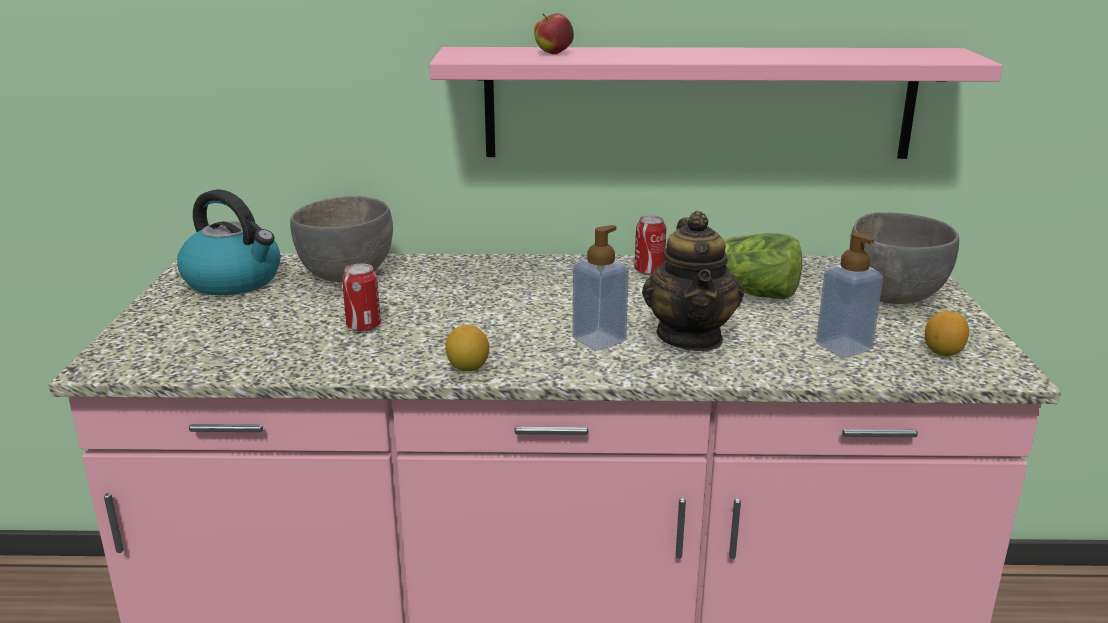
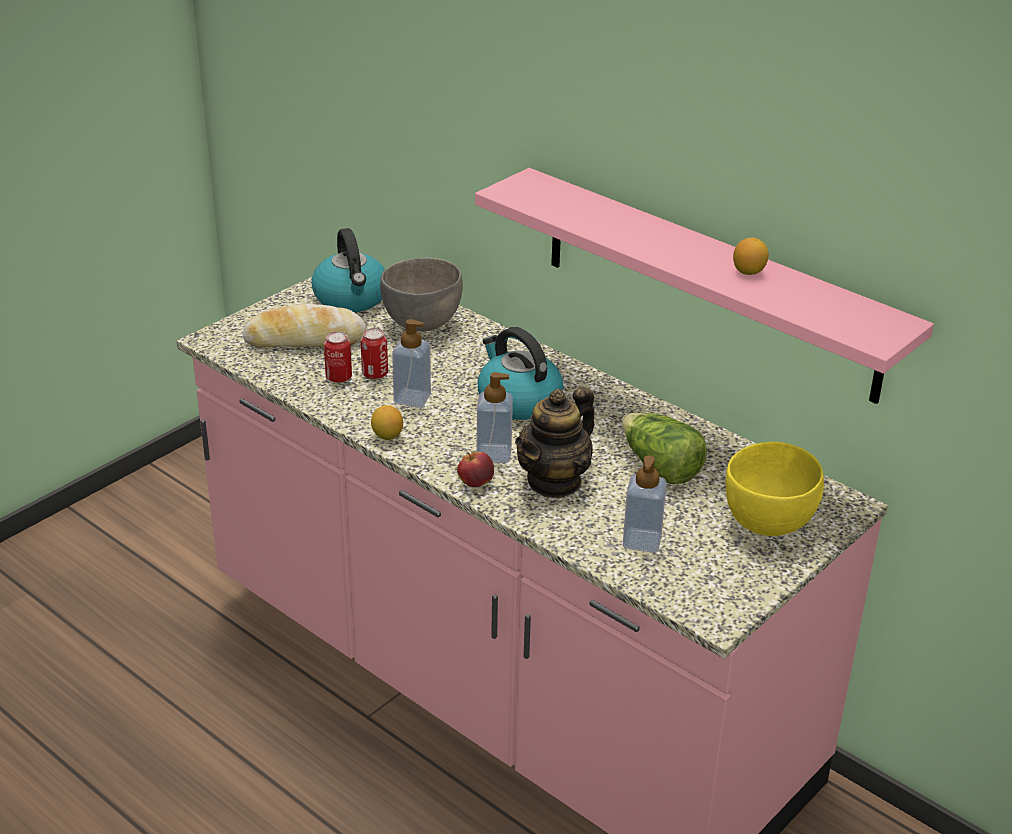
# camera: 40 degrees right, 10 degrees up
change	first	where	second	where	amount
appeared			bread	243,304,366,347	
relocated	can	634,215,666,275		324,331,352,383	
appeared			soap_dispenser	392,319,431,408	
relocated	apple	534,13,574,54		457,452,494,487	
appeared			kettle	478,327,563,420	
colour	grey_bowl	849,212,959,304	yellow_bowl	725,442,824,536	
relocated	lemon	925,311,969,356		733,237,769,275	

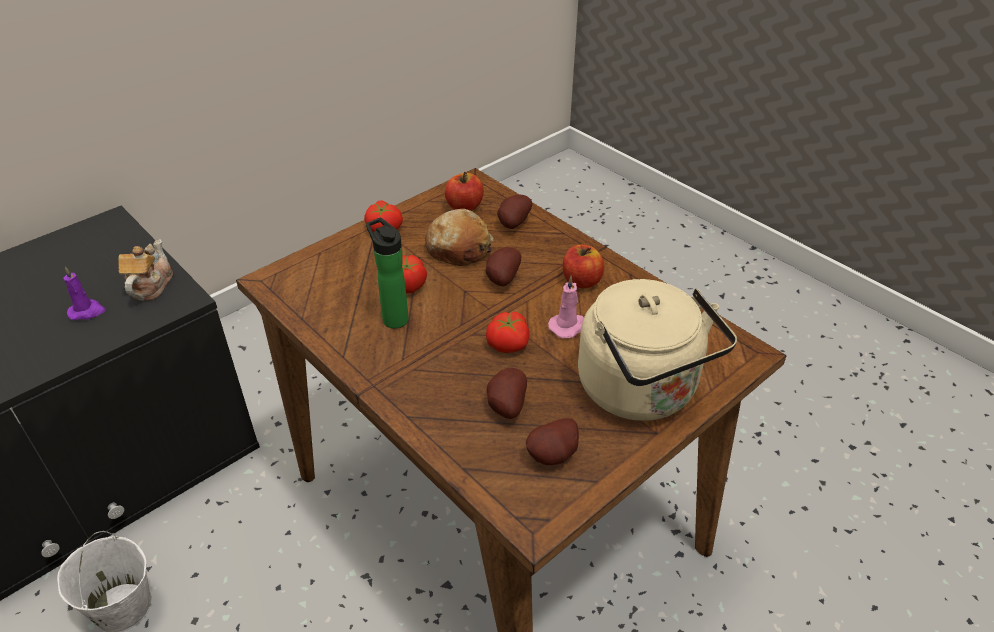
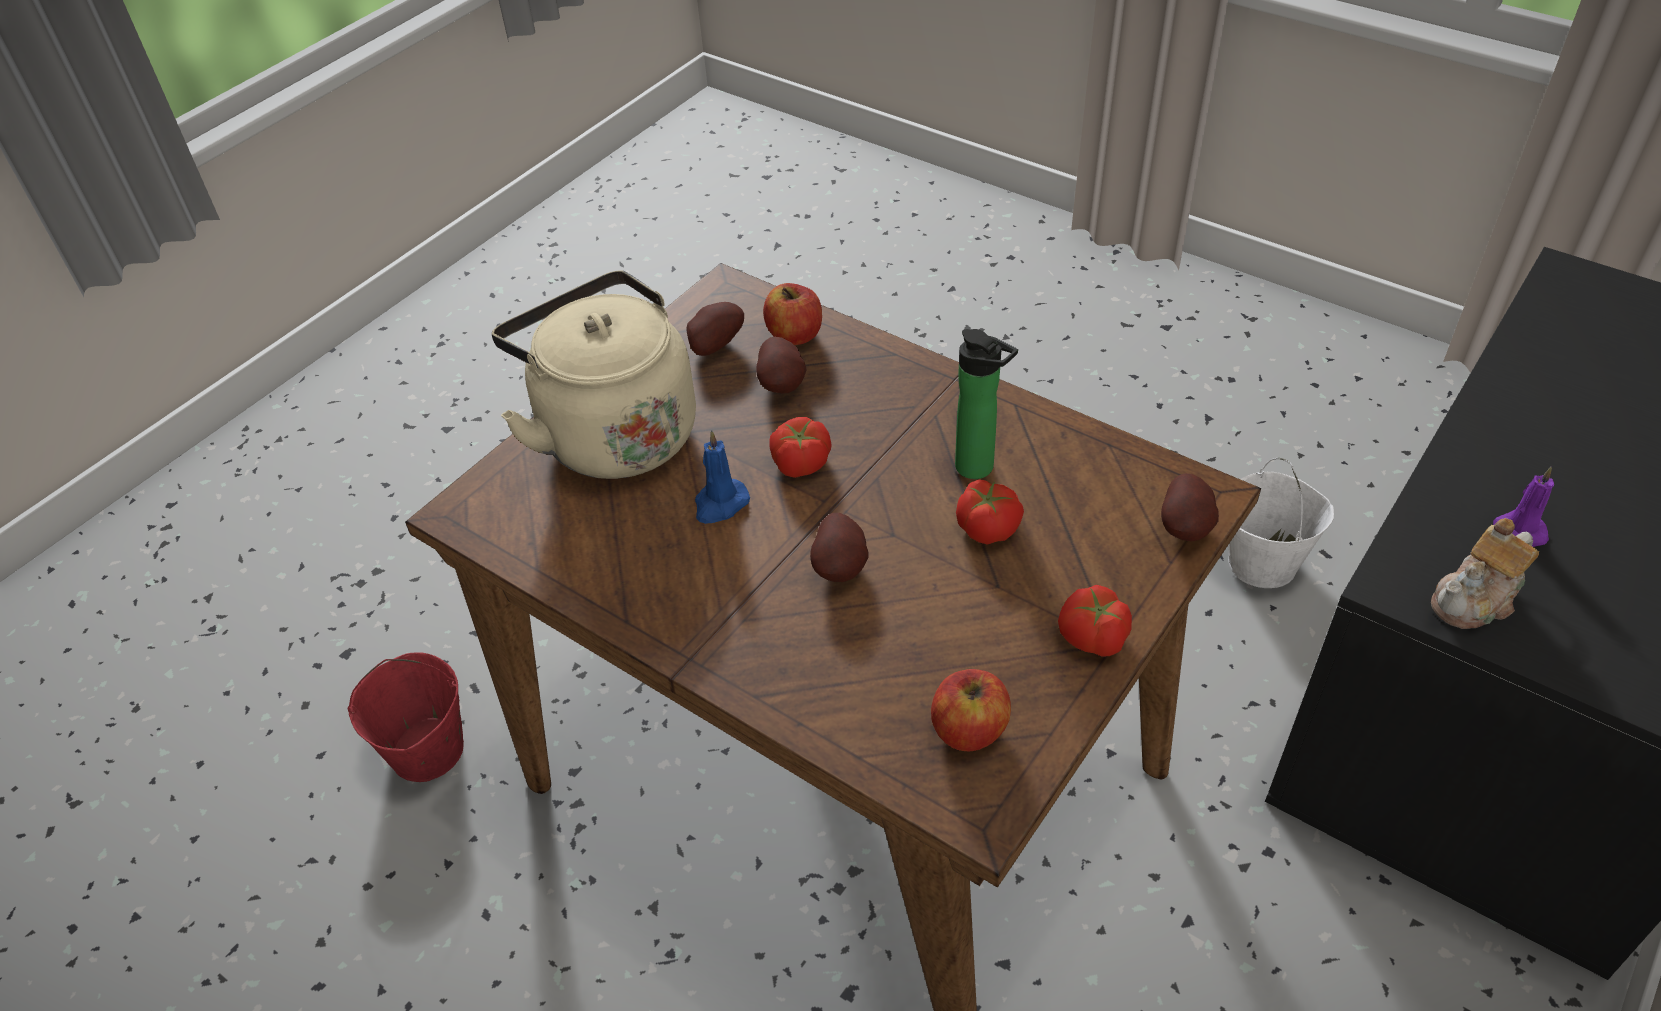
# camera: 170 degrees right, 5 degrees up
change	first	where	second	where	amount
appeared			red_bucket	347,652,464,782	
colour	pink_candle	548,276,584,338	blue_candle	695,430,750,524	
relocated	apple	563,245,604,288		763,283,822,345	
relocated	potato	497,194,532,229		1161,473,1219,542	
spun	teapot	118,239,173,301		1431,518,1539,629	60 degrees clockwise
missing	bread	425,209,494,266			

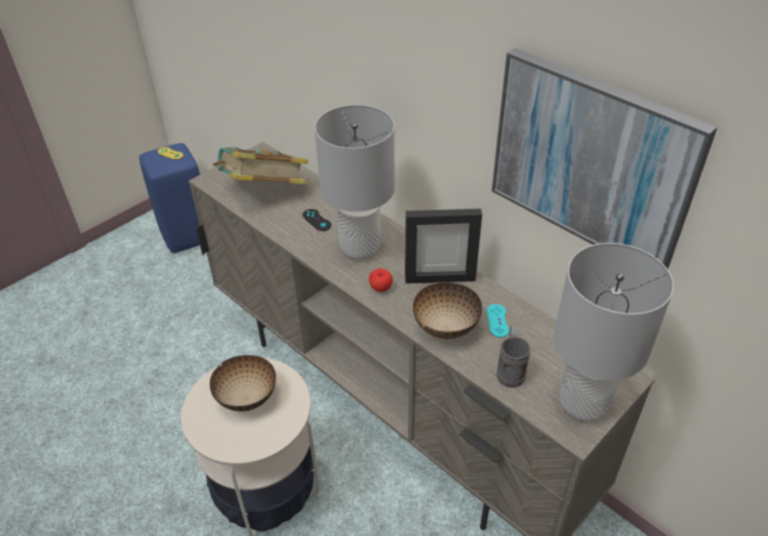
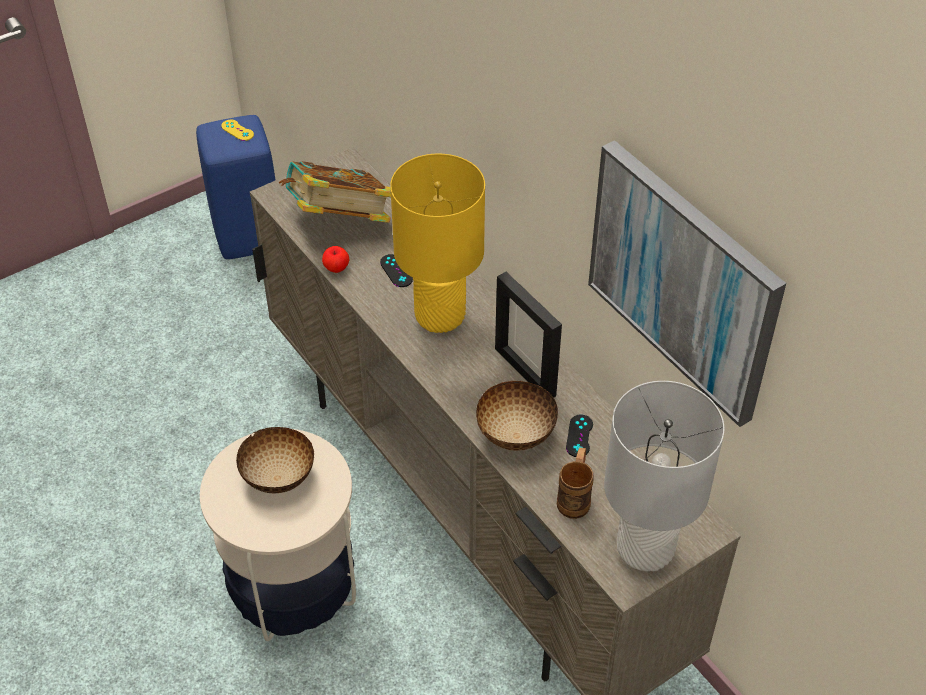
# camera: 10 degrees right, 5 degrees up
change	first	where	second	where	amount
relocated	apple	369,268,393,292		322,246,349,273	
colour	grey_table_lamp	315,105,395,260	yellow_table_lamp	390,154,485,333	
spun	picture_frame	405,209,482,283		495,272,562,398	45 degrees clockwise
colour	grey_mug	496,325,531,388	brown_mug	557,447,594,519	
colour	turquoise_game_controller	487,304,509,338	black_game_controller	566,415,593,457	

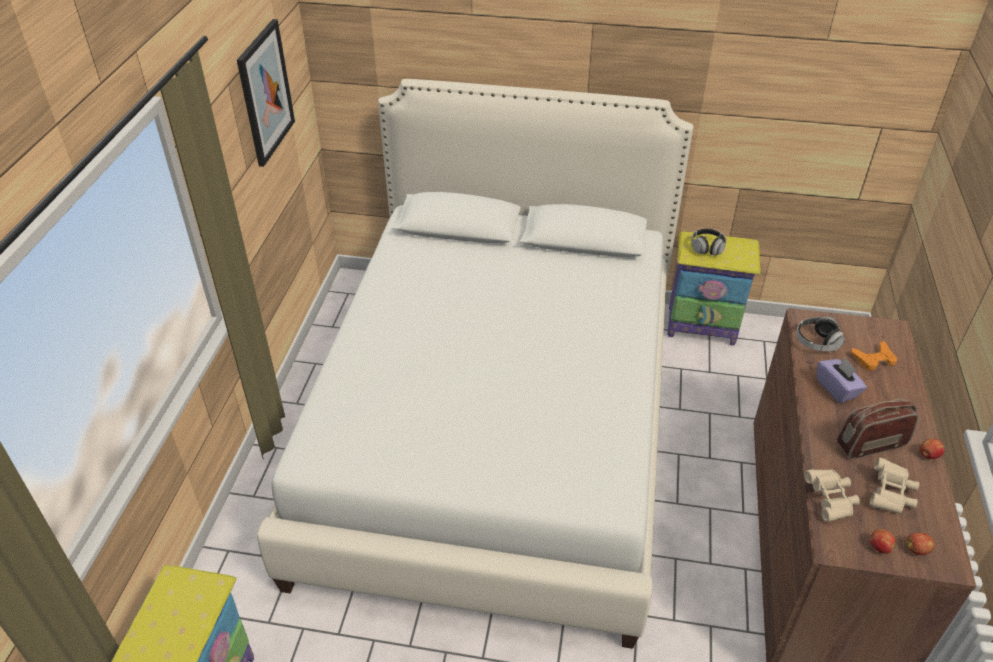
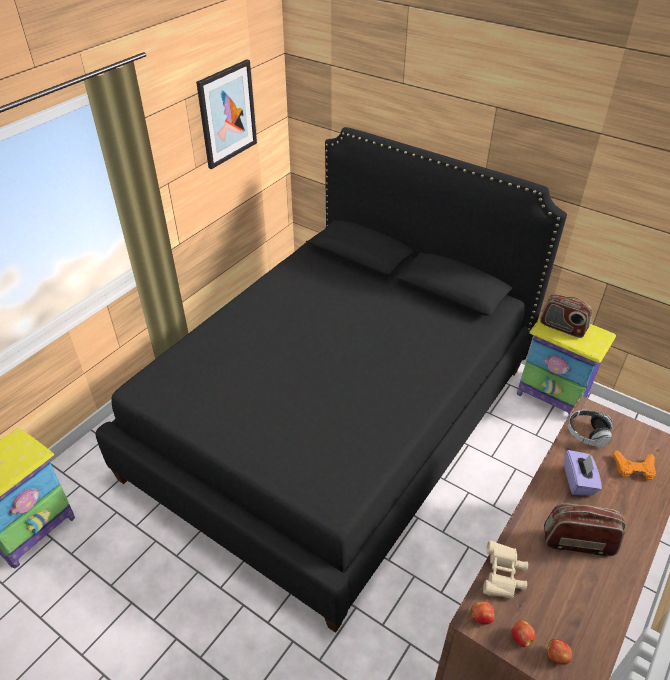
# camera: 25 degrees right, 0 degrees up
change	first	where	second	where	amount
colour	white_bed	257,79,694,649	black_bed	95,127,567,633	
relocated	apple	920,438,944,459		471,601,494,625	
exchanged	headphones	691,228,726,255	radio	540,294,592,338	
missing	beige_binoculars	870,458,919,514			

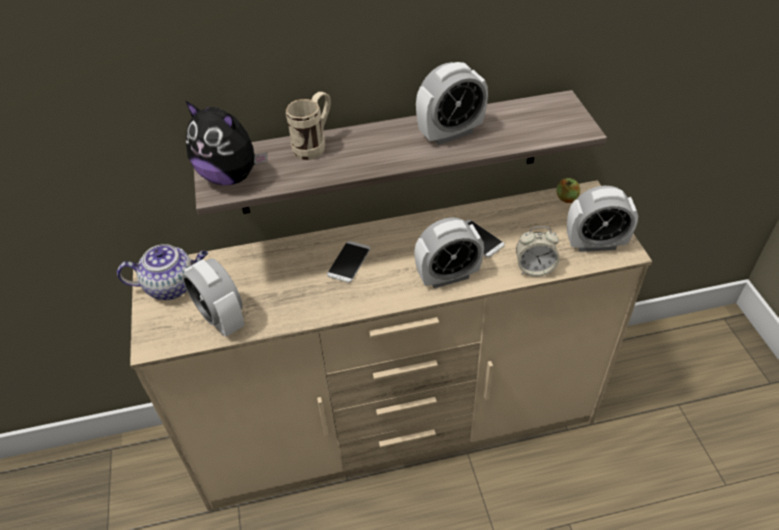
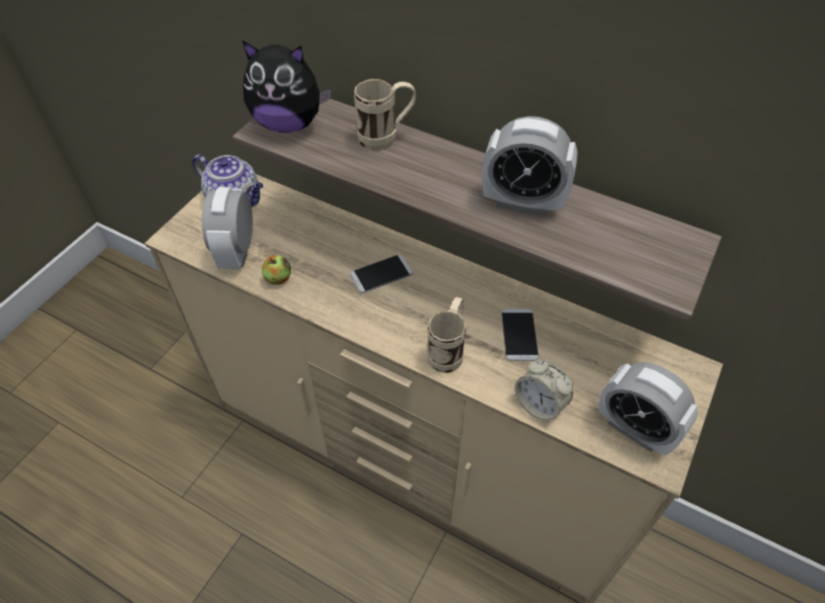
# camera: 40 degrees right, 5 degrees up
change	first	where	second	where	amount
spun	plush_toy	185,100,268,185		242,40,331,133	60 degrees counterclockwise
relocated	apple	557,178,580,203		262,255,291,285	
exchanged	alarm_clock	414,217,484,288	beige_mug	427,297,466,373	

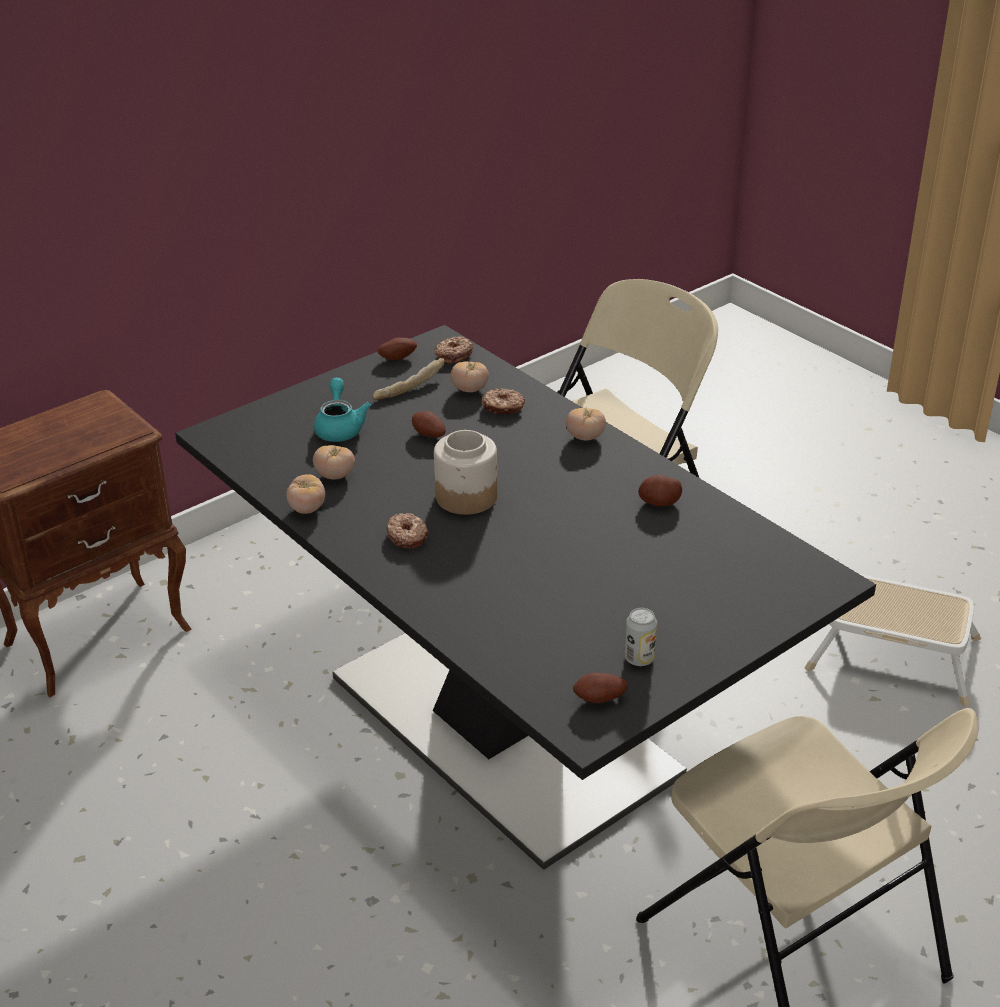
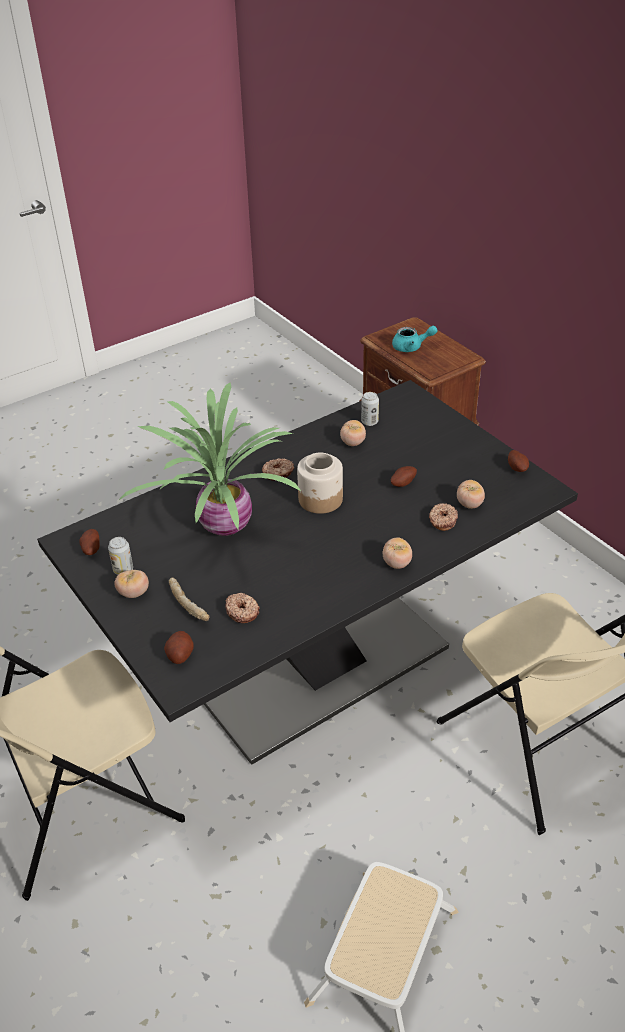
# camera: 95 degrees right, 5 degrees up
change	first	where	second	where	amount
relocated	tomato	286,474,325,514		114,570,149,598	
appeared			potted_plant	119,382,301,536	
relocated	potato	638,475,682,506		164,631,194,664	
relocated	bread	373,358,445,400		169,578,210,621	
relocated	donut	434,336,473,363		225,593,260,623	
appeared			can	361,392,379,426	
relocated	turquoise_teapot	314,378,371,442		392,326,438,352	

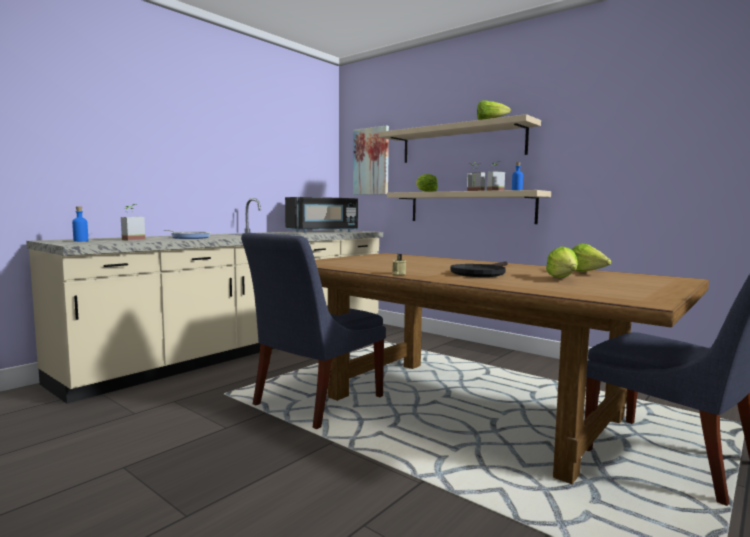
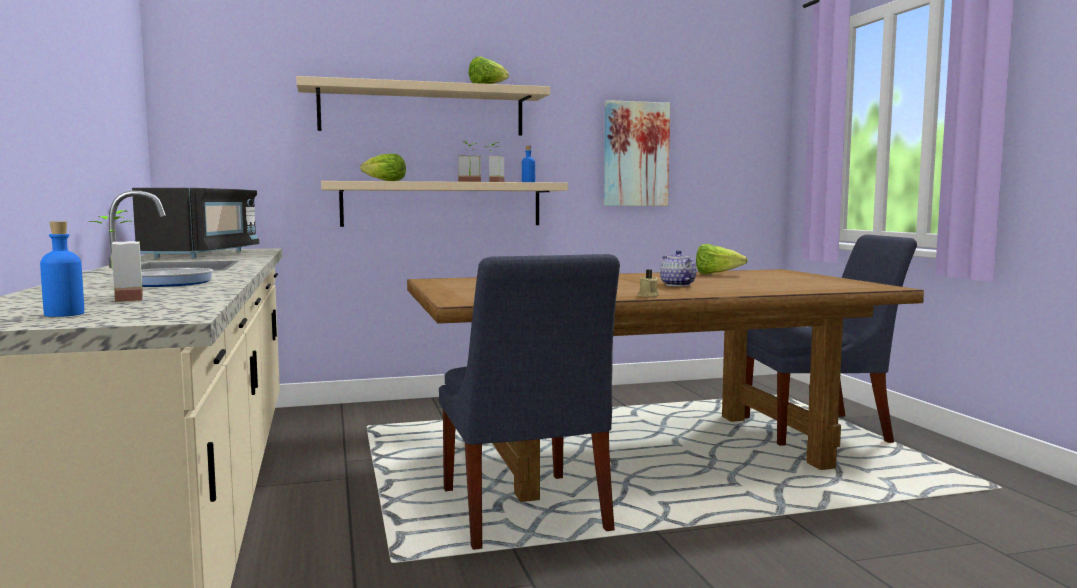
# camera: 55 degrees left, 0 degrees up
change	first	where	second	where	amount
relocated	picture	353,125,389,195		604,100,670,206	
exchanged	black_frying_pan	450,261,508,277	teapot	660,250,697,286	
missing	lettuce	546,246,578,278			

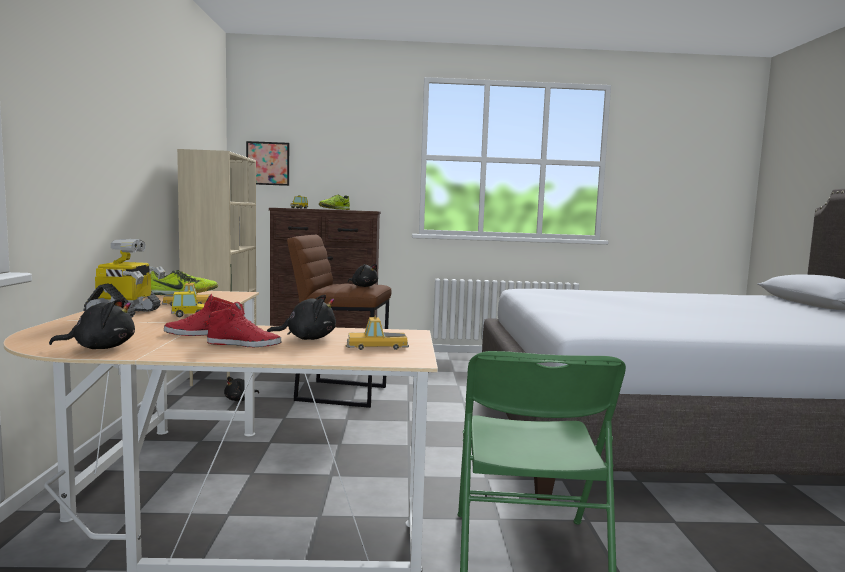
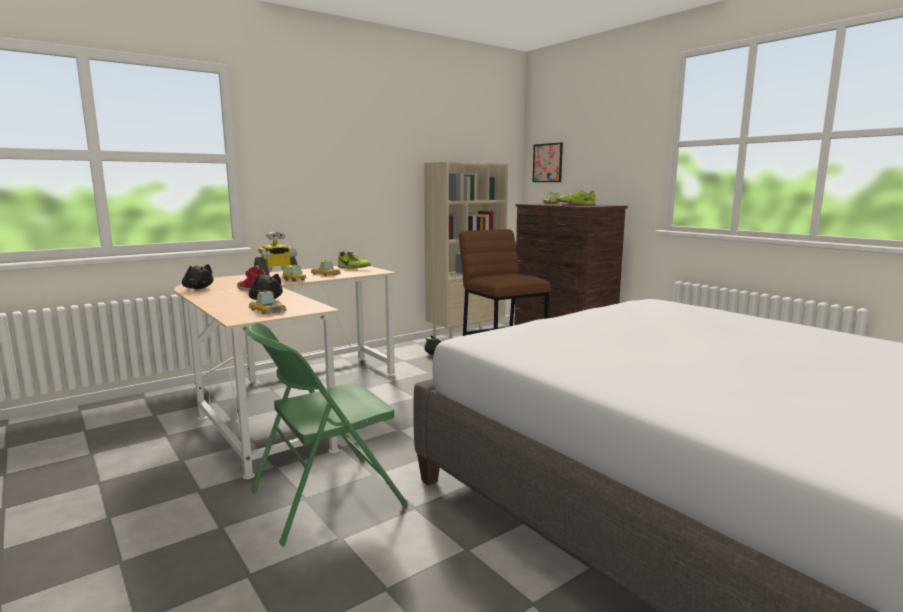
# camera: 55 degrees right, 5 degrees up
change	first	where	second	where	amount
missing	red_shoe	207,302,281,347			
missing	black_plush_toy	348,264,378,287			

